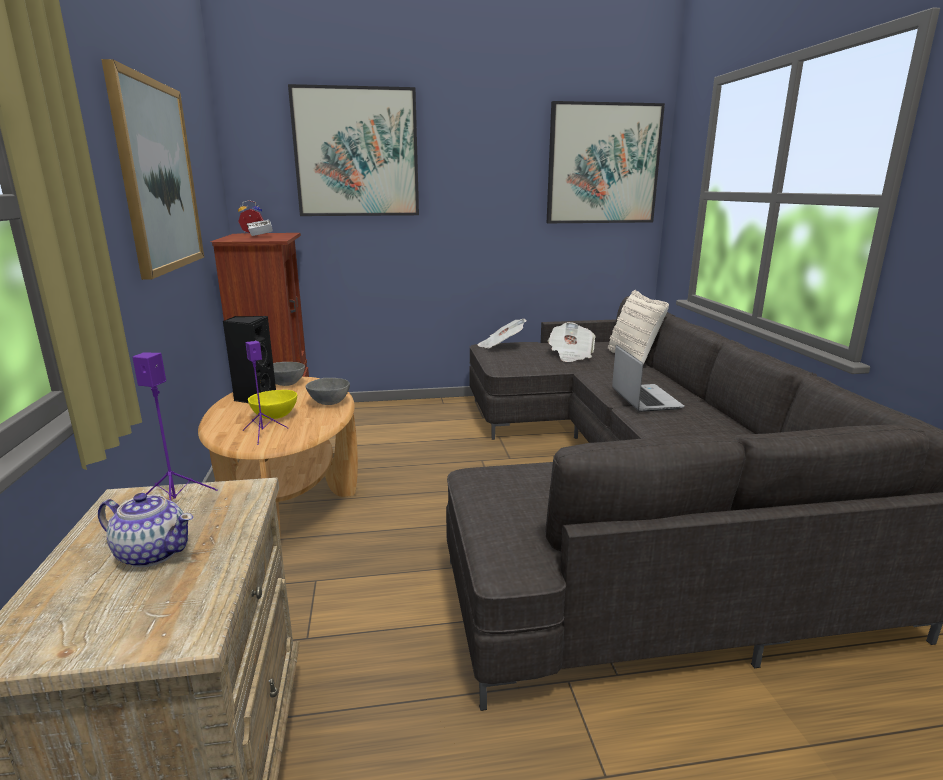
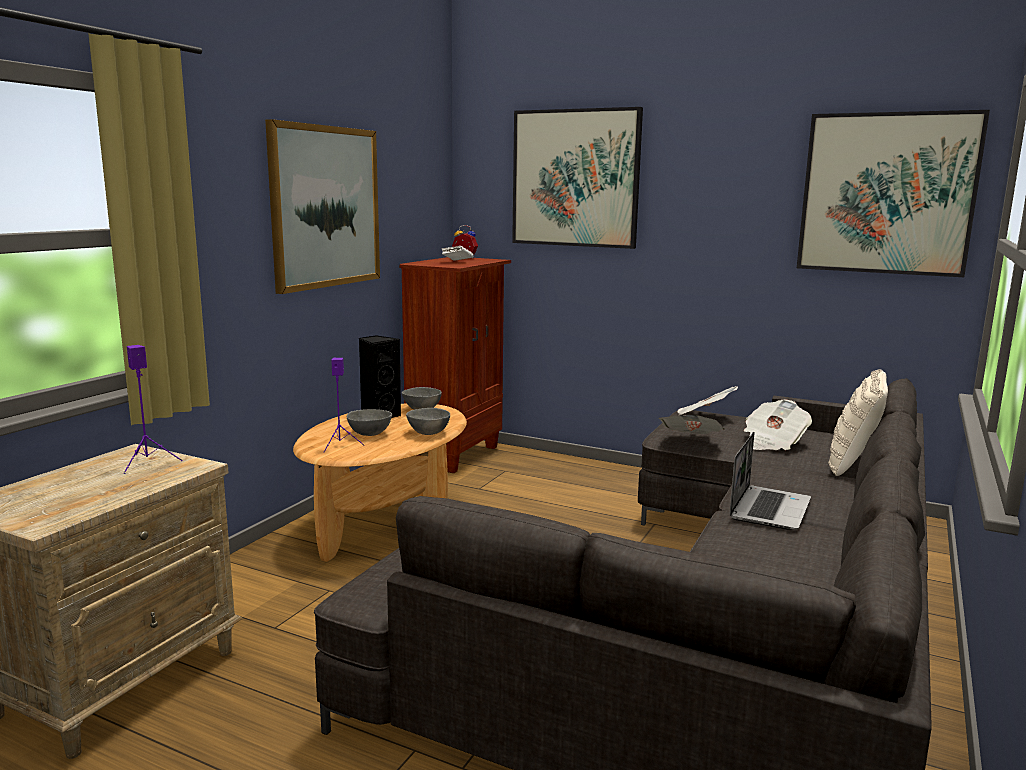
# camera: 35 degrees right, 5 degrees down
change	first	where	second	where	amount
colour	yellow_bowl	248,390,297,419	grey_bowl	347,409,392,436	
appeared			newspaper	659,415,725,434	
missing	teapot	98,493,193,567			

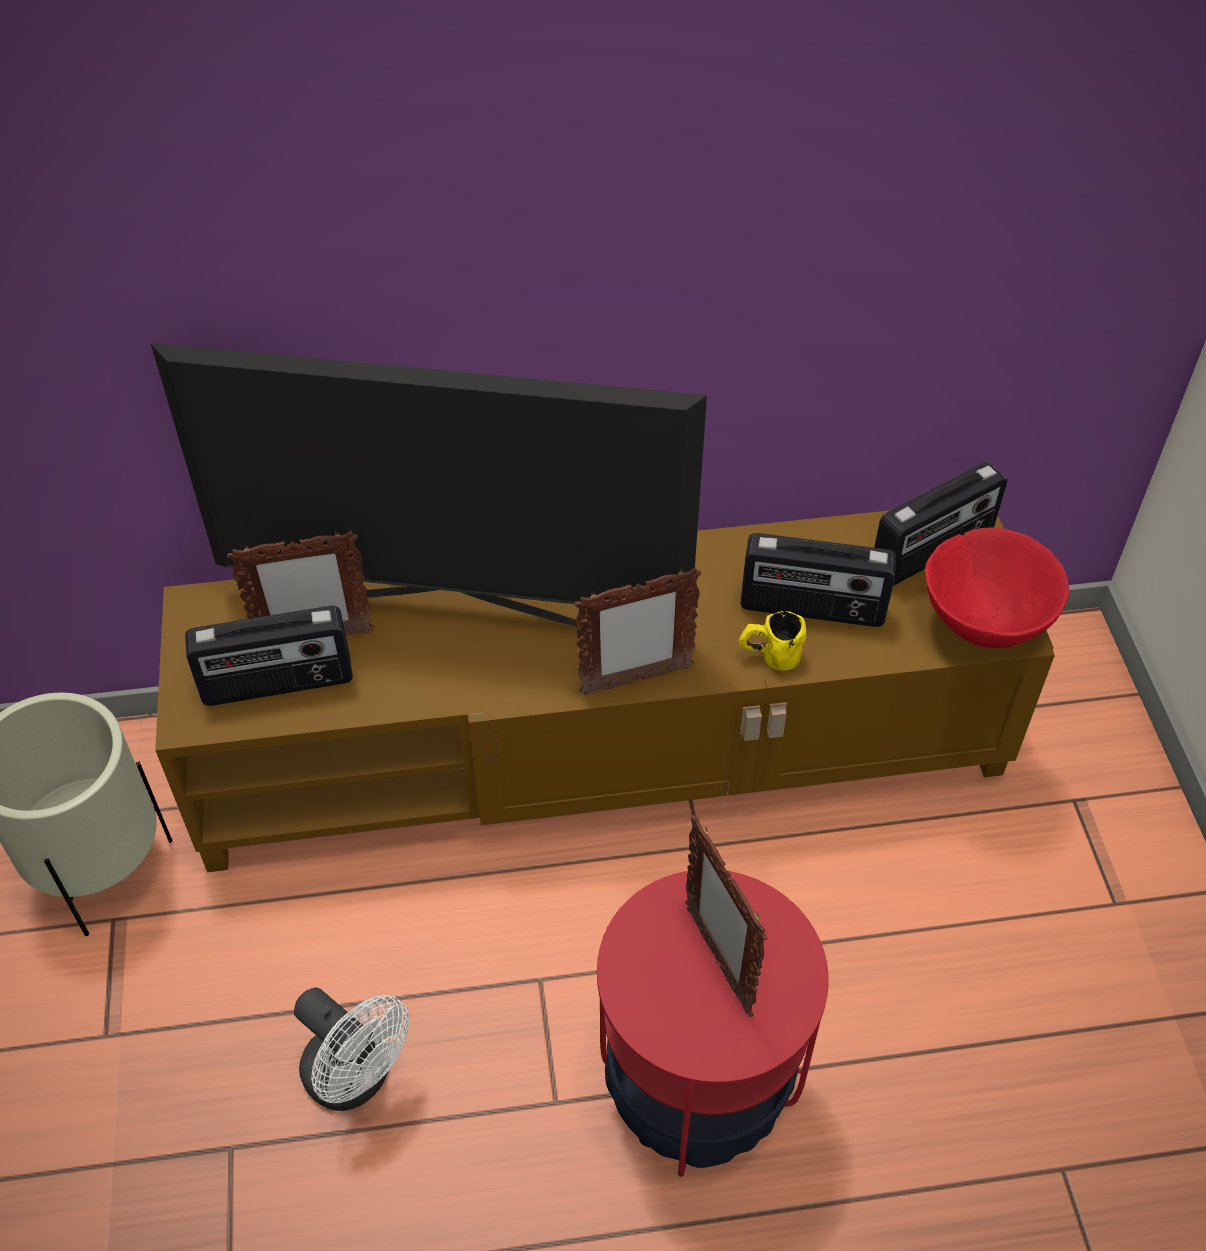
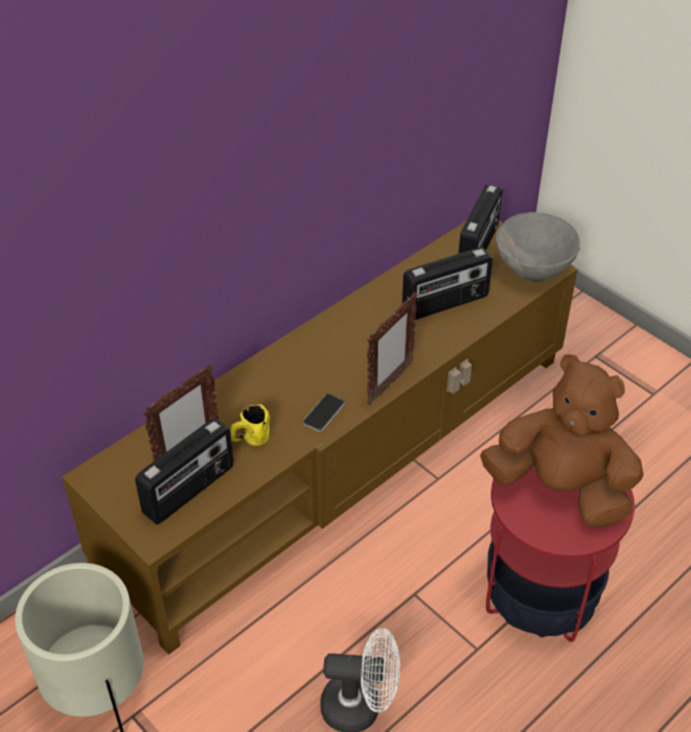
# camera: 35 degrees left, 5 degrees down
change	first	where	second	where	amount
relocated	yellow_mug	739,611,806,671		230,404,270,446	
appeared			phone	303,394,345,432	
exchanged	picture_frame	685,815,768,1017	brown_plush_toy	480,354,644,528	
colour	red_bowl	925,528,1069,648	grey_bowl	496,212,580,281	
missing	television	151,343,707,626			

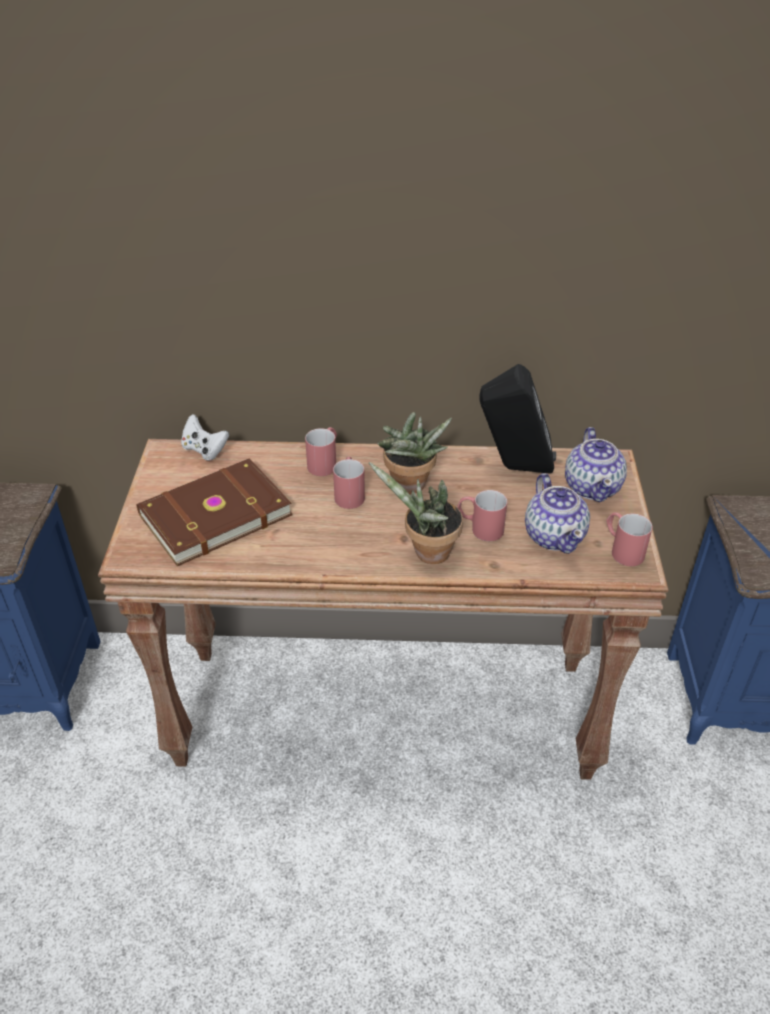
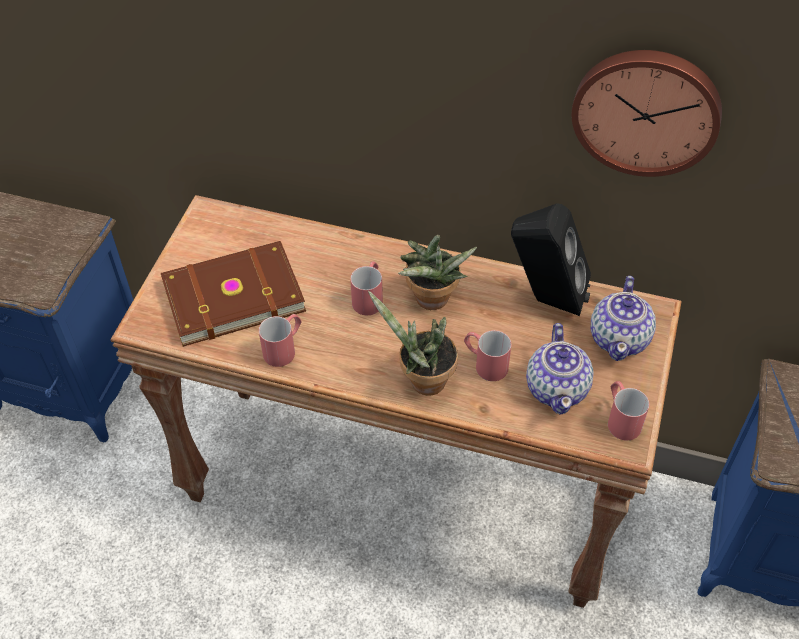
# camera: 15 degrees right, 10 degrees up
change	first	where	second	where	amount
relocated	red_mug	305,427,337,476		259,314,302,367	
appeared			wall_clock	571,50,722,177	
missing	white_game_controller	181,414,229,461			

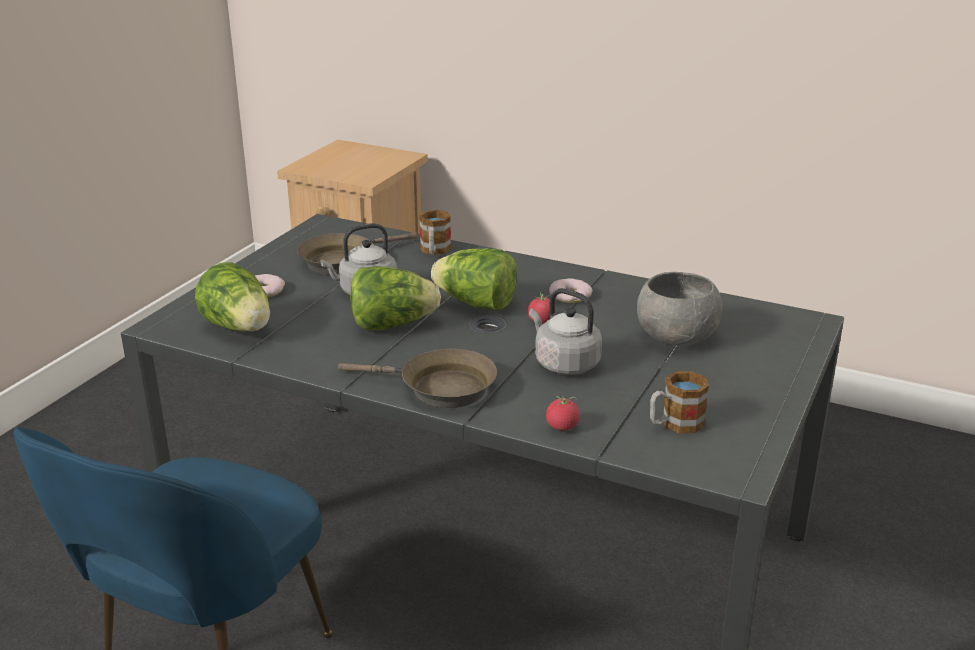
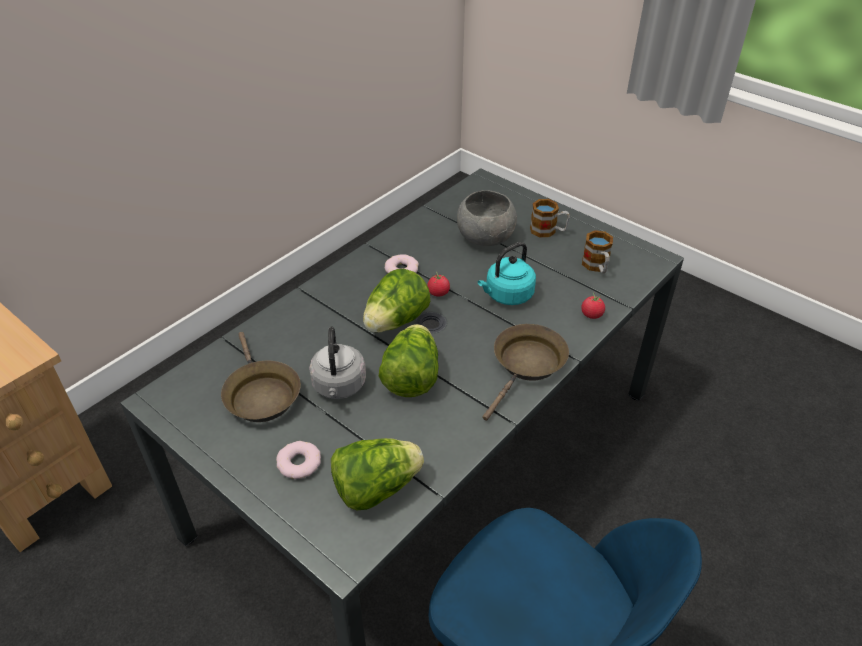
# camera: 75 degrees left, 15 degrees up
change	first	where	second	where	amount
colour	grey_kettle	529,288,602,375	turquoise_kettle	478,242,536,305	
relocated	mug	419,210,451,255		530,199,570,238	

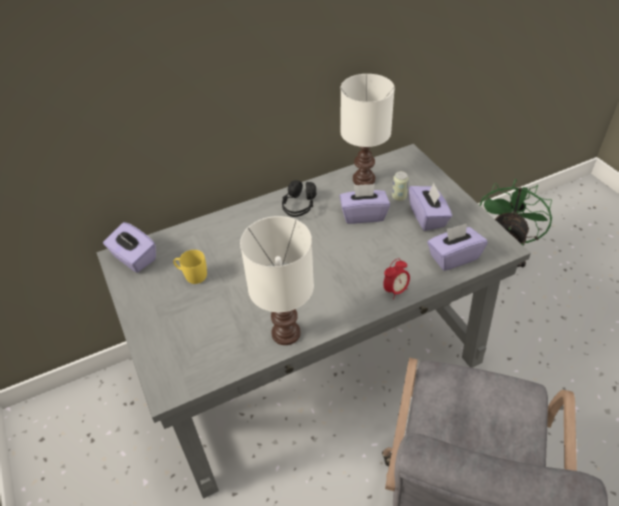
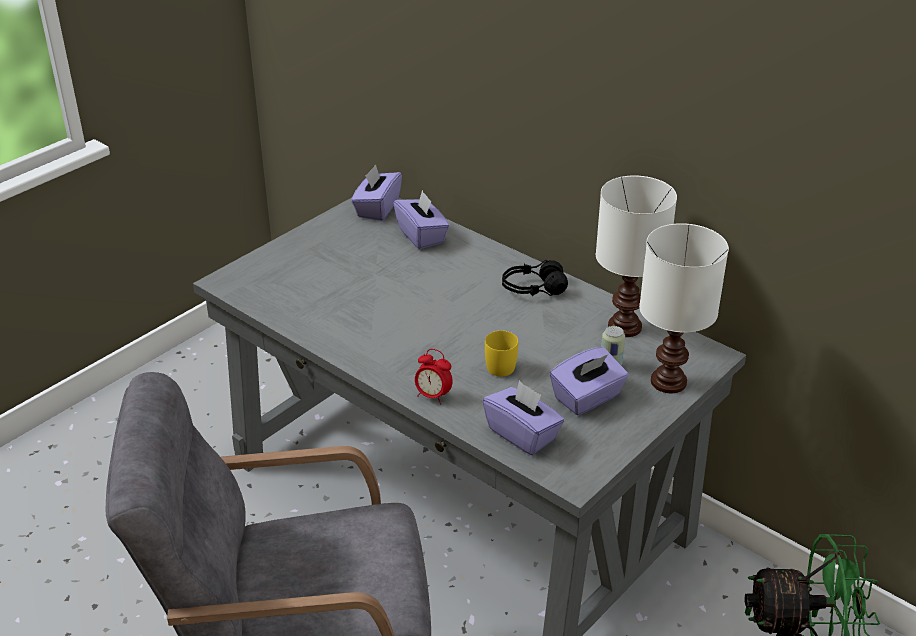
# camera: 65 degrees right, 10 degrees down
change	first	where	second	where	amount
relocated	purple_tissue_box	340,184,390,224		393,190,450,249	
relocated	yellow_mug	173,250,207,284		485,331,518,377	
relocated	white_table_lamp	240,216,314,345		639,223,729,393	

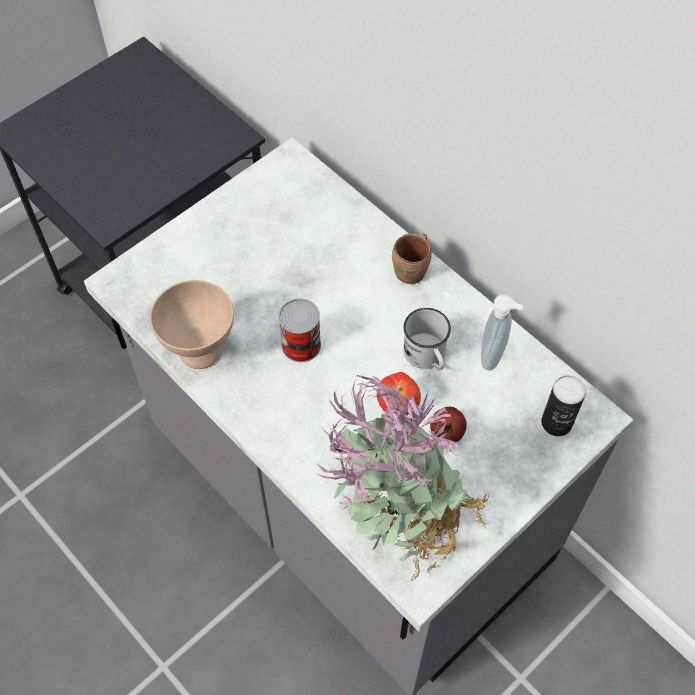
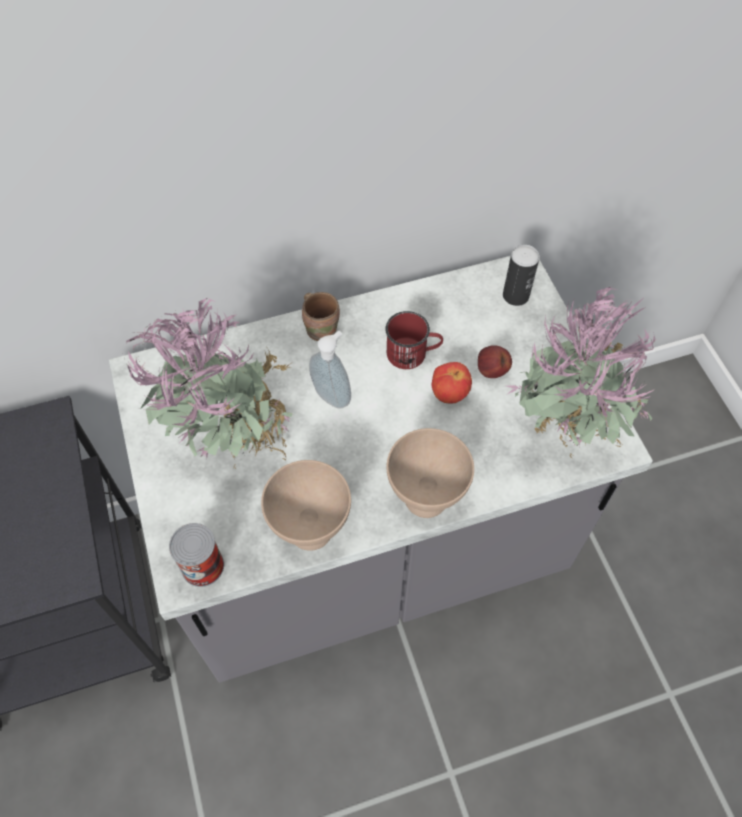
# camera: 65 degrees left, 0 degrees up
change	first	where	second	where	amount
appeared			potted_plant	124,298,293,469	
relocated	can	278,298,321,362		169,523,224,587	
relocated	soap_dispenser	481,294,524,371		309,331,351,409	
colour	white_mug	403,308,451,371	red_mug	385,311,443,369	
appeared			beige_bowl	386,428,474,518	

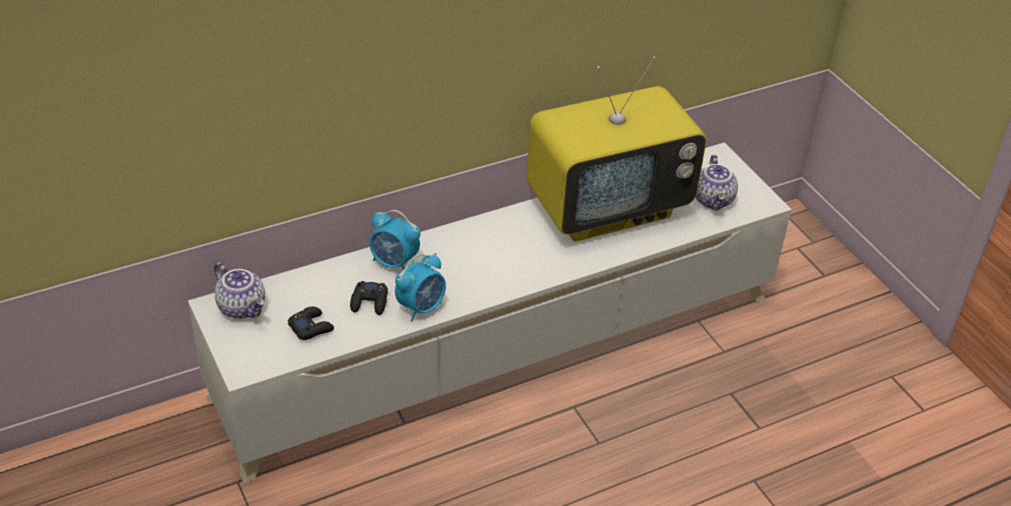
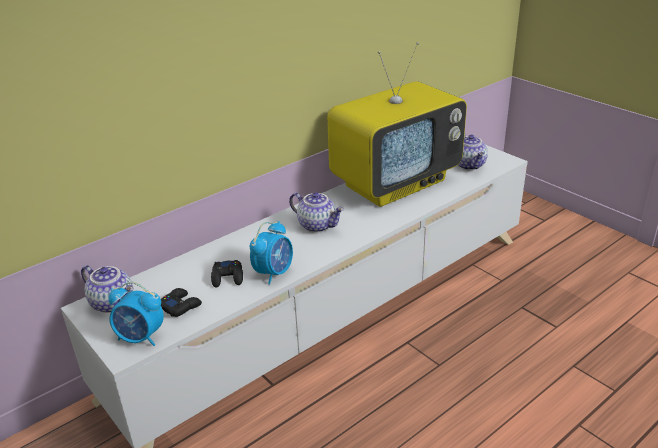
# camera: 10 degrees left, 10 degrees down
change	first	where	second	where	amount
relocated	alarm_clock	370,210,420,270		109,282,164,346	
appeared			teapot	289,192,344,233	

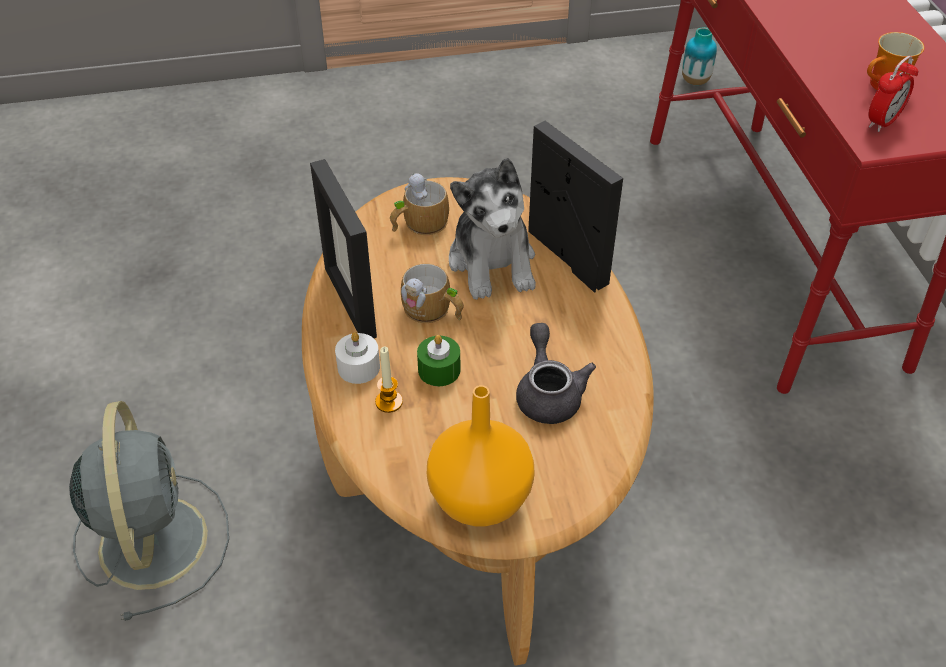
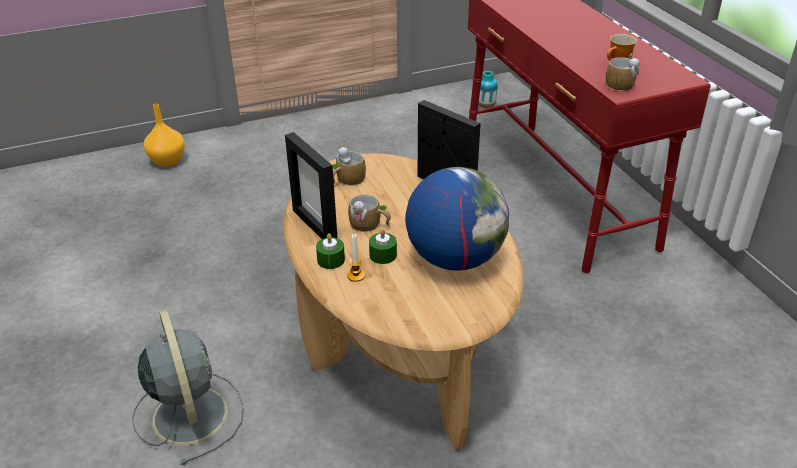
# camera: 10 degrees left, 10 degrees down
change	first	where	second	where	amount
relocated	orange_vase	427,385,535,526		144,104,185,167	
colour	white_candle	335,332,380,384	green_candle	316,234,345,269	
exchanged	grey_teapot	516,323,596,424	globe	405,167,509,271	
exchanged	alarm_clock	868,56,919,132	mug	606,53,640,91	
missing	plush_toy	449,158,536,300			

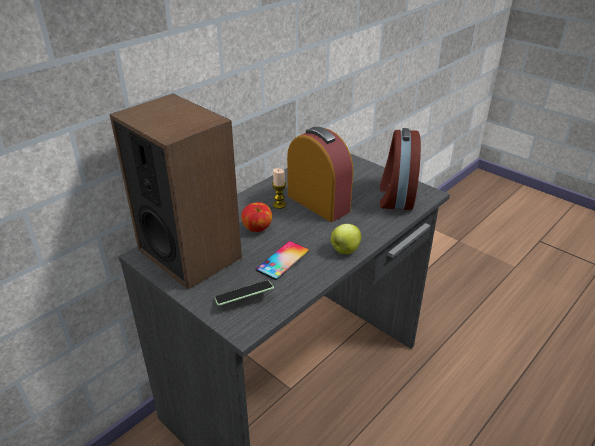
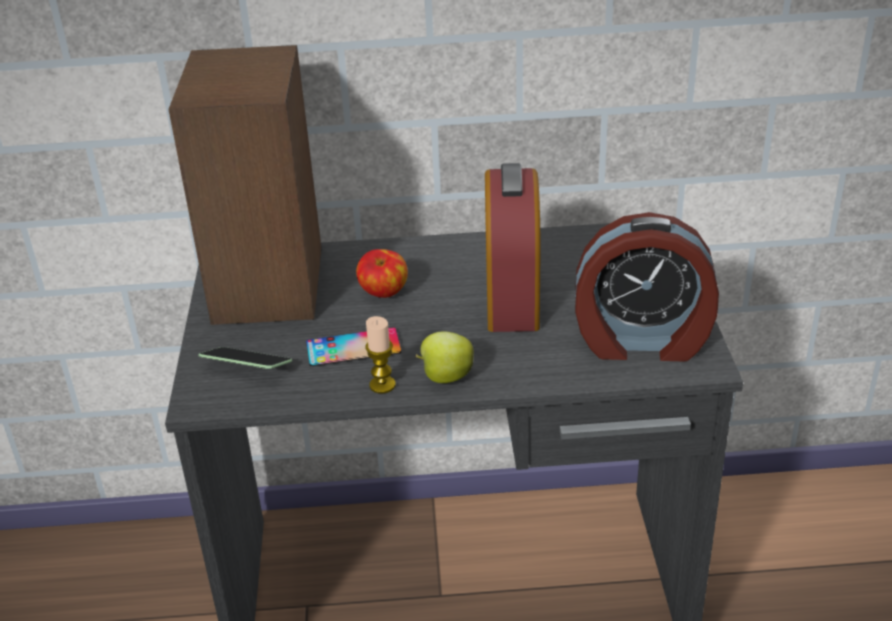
# camera: 45 degrees right, 0 degrees up
change	first	where	second	where	amount
relocated	candle	272,168,286,209		365,316,396,394	
spun	alarm_clock	380,128,421,210		575,212,719,362	135 degrees counterclockwise

